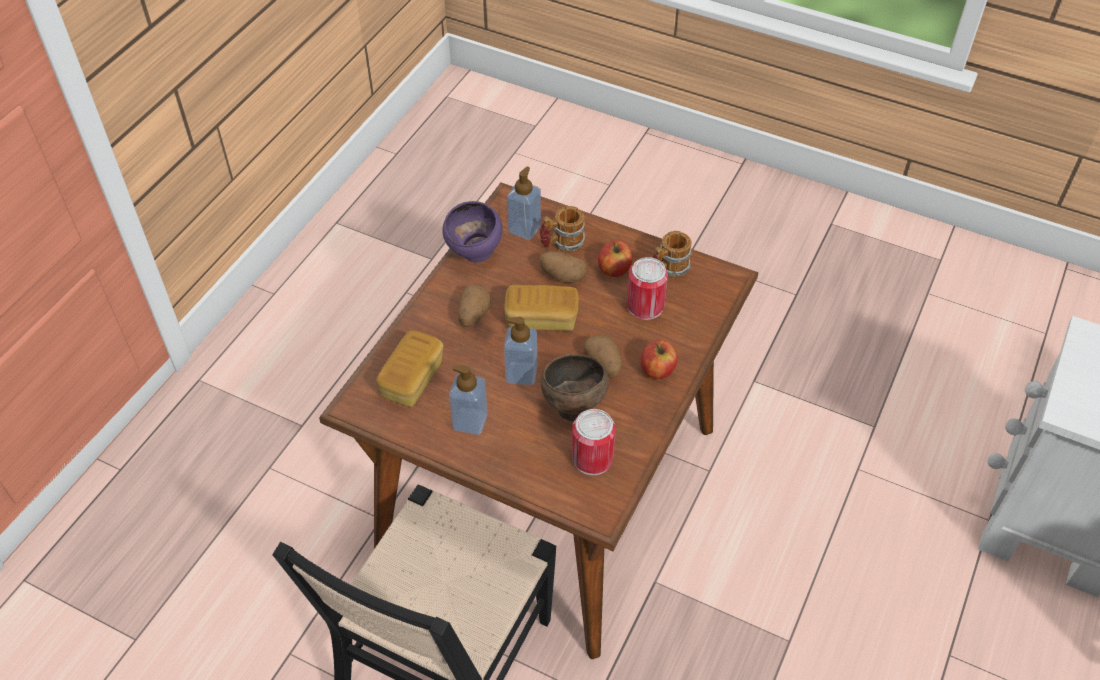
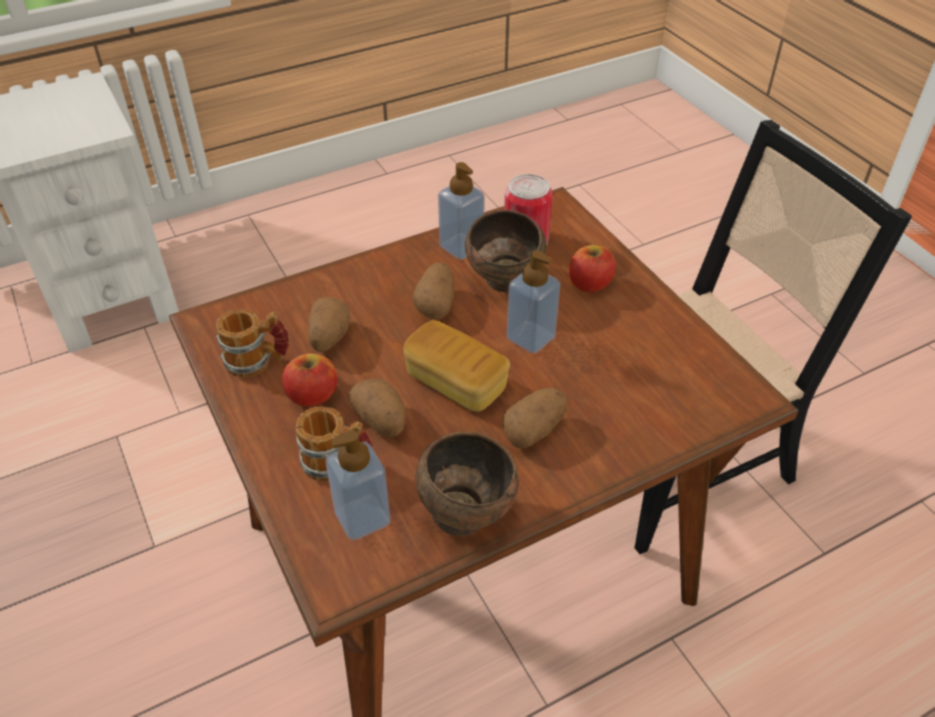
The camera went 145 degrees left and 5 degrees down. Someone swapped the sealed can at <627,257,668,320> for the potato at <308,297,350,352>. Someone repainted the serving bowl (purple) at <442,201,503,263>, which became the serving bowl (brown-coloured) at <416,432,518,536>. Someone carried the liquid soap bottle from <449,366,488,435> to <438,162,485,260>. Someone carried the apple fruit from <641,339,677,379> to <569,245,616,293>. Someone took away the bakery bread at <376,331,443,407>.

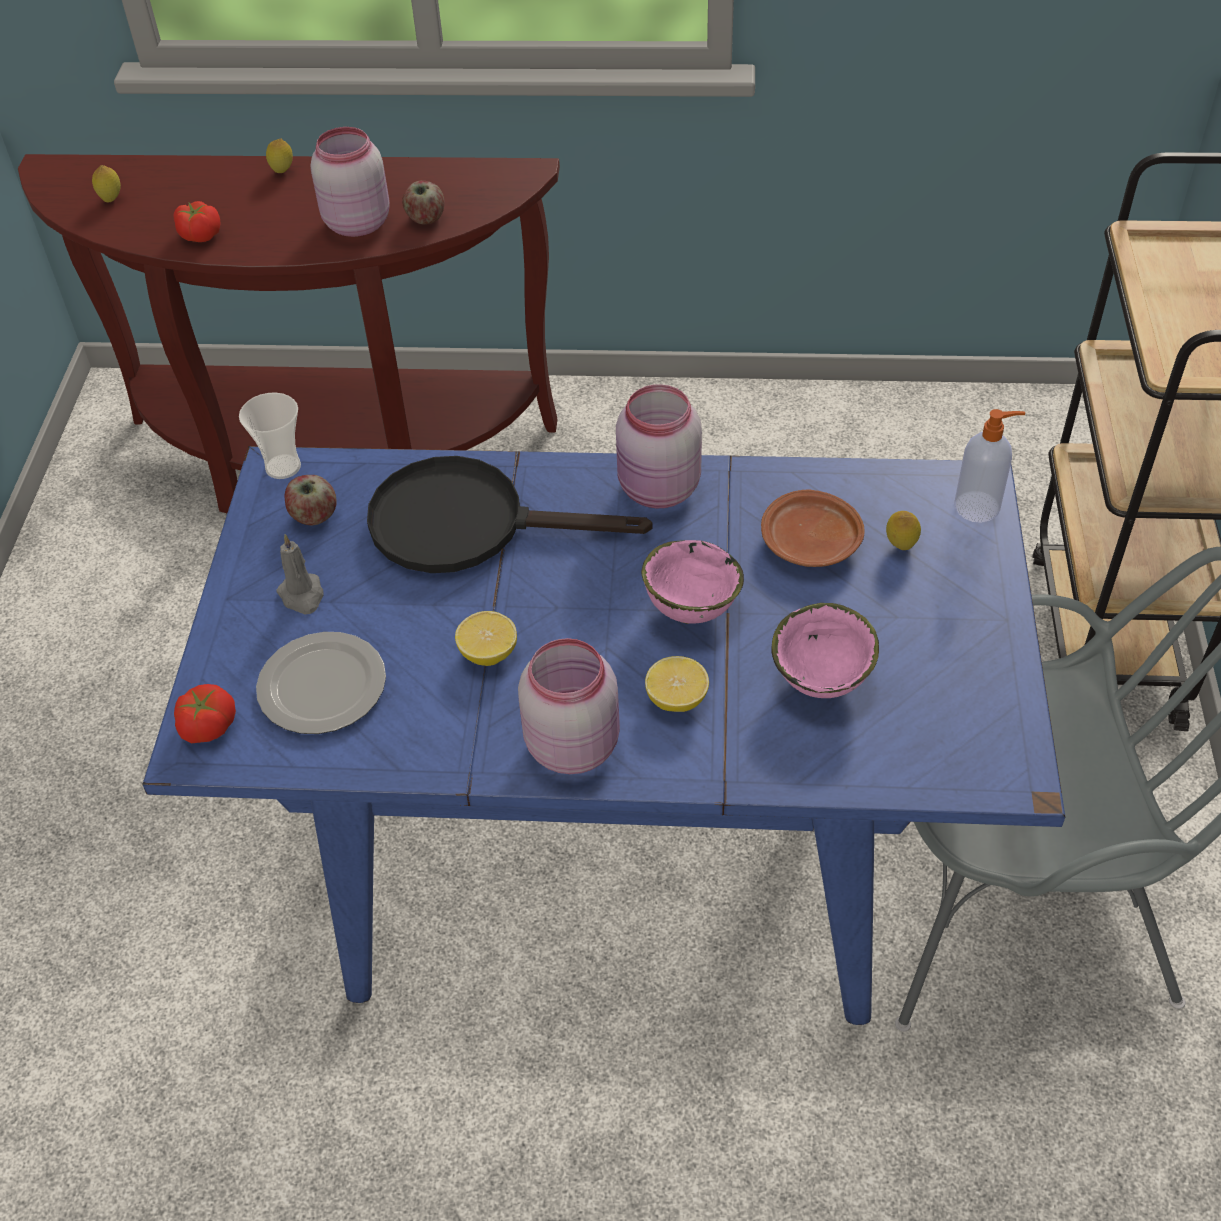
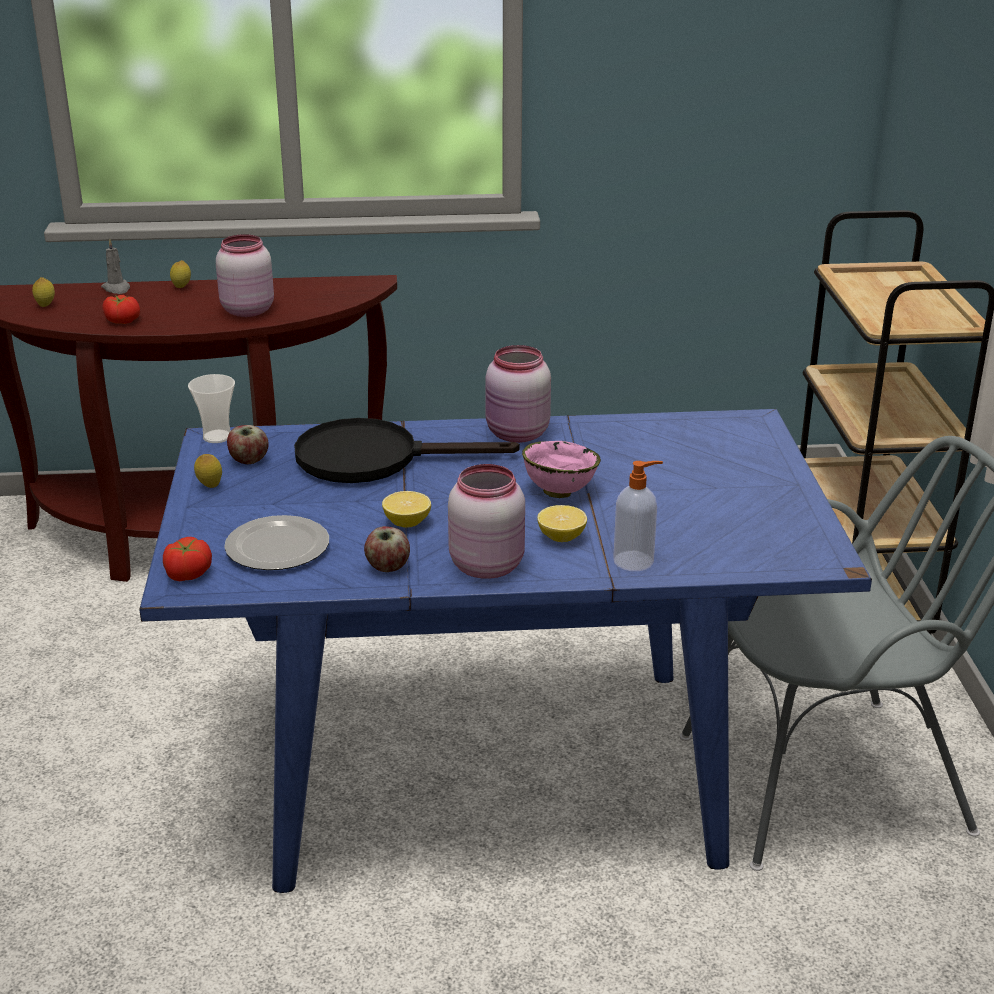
The camera went 10 degrees left and 20 degrees down. Someone carried the wax candle (greyish) from <276,534,324,615> to <101,238,130,294>. Someone carried the lemon from <886,511,921,550> to <194,454,222,488>. Someone carried the apple fruit from <402,180,445,224> to <364,526,410,572>. Someone carried the liquid soap bottle from <955,409,1025,523> to <613,461,663,571>. Someone took away the plate (brown-coloured) at <761,490,865,567>. Someone took away the serving bowl (pinkish) at <771,603,879,698>.

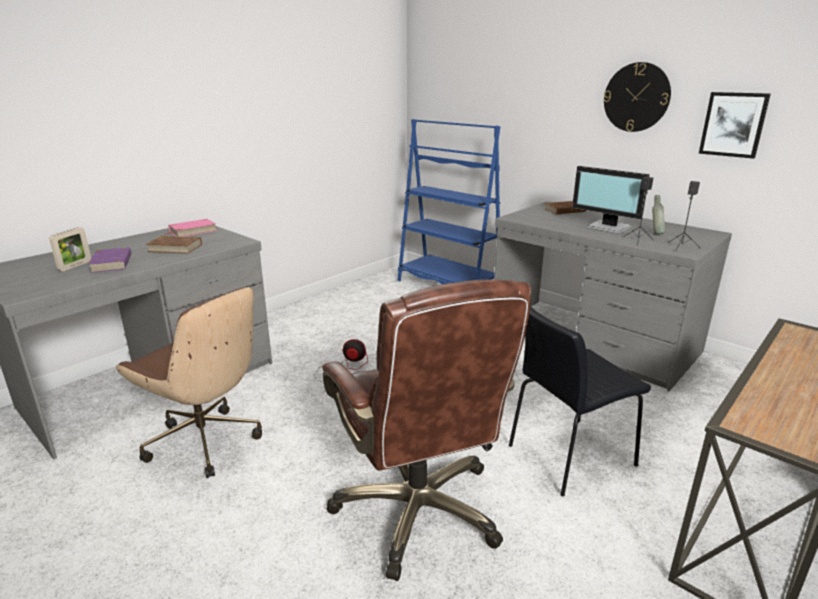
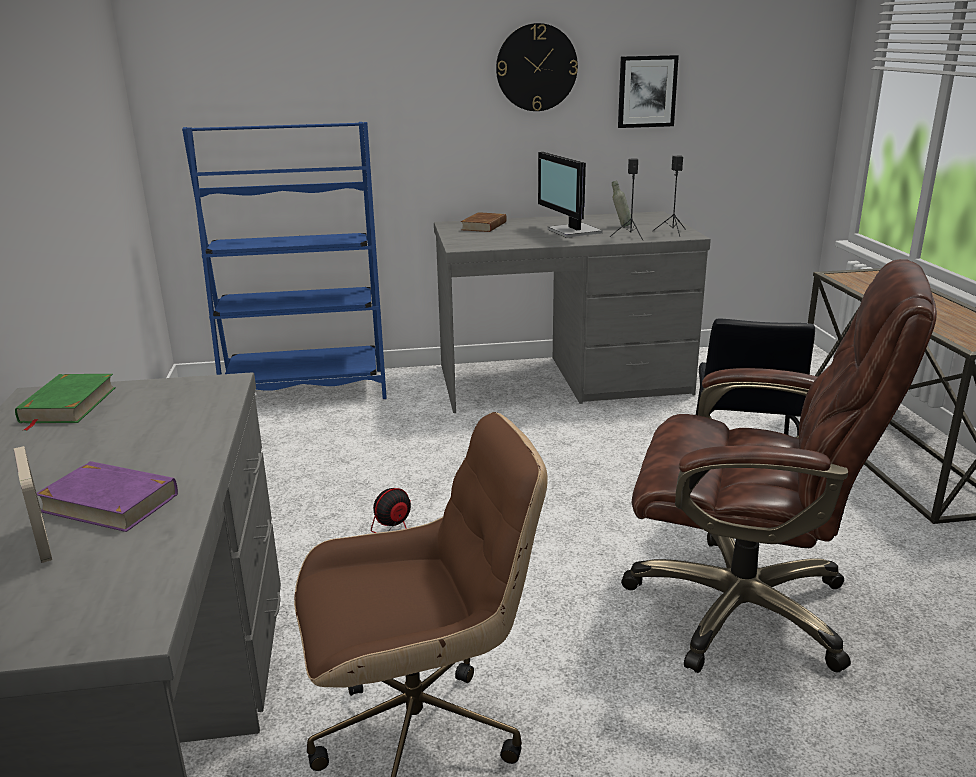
The camera went 50 degrees left and 0 degrees up. Someone repainted the bound book (pinkish) at <164,219,217,237>, which became the bound book (green) at <15,374,116,431>. Someone rotated the computer screen at <572,166,650,233> by 75 degrees clockwise. Someone took away the bound book (brown-coloured) at <146,236,202,254>.

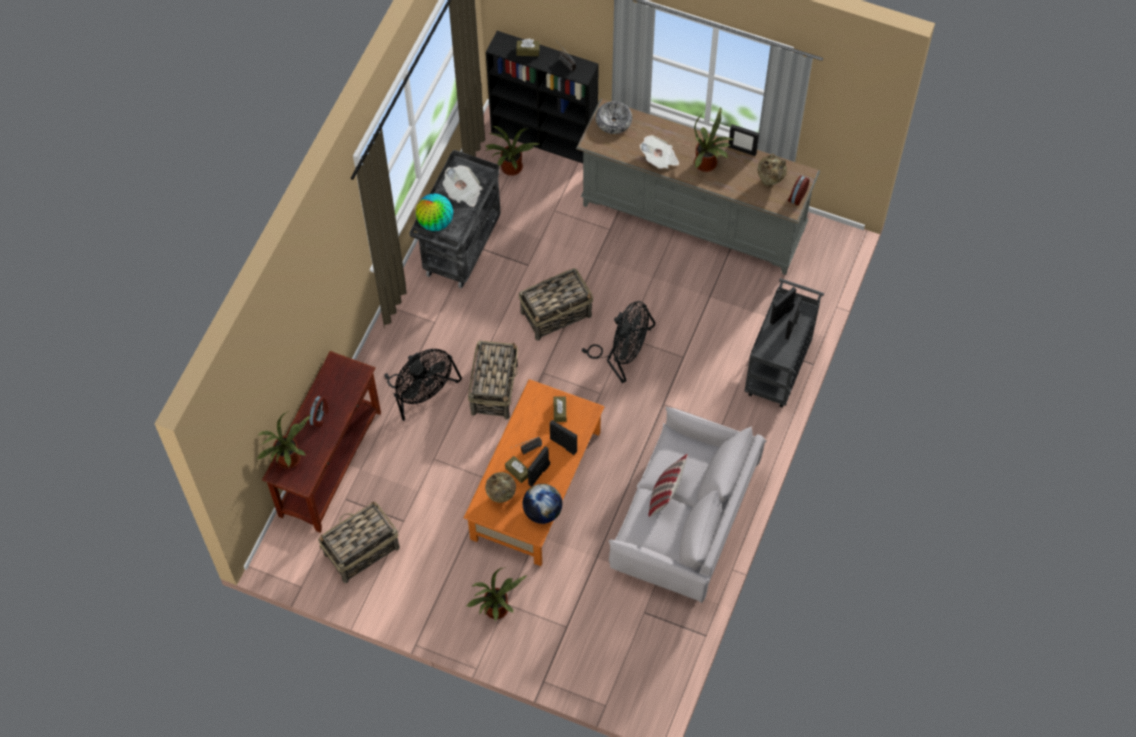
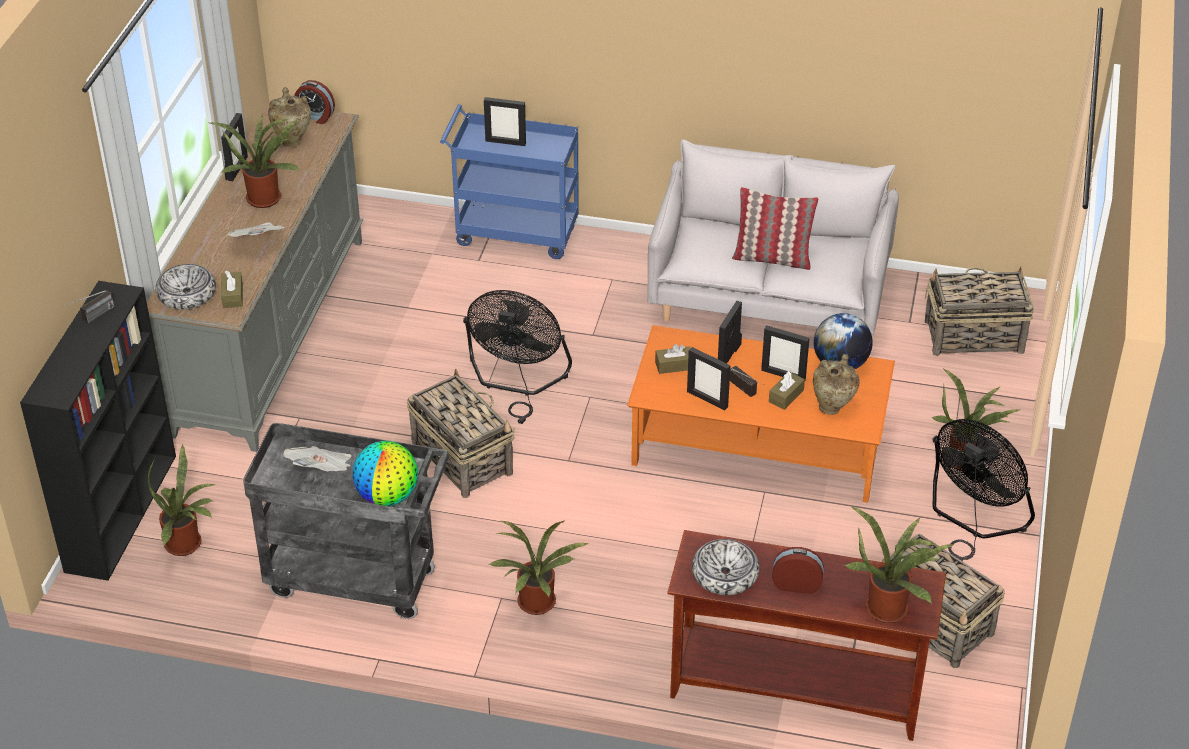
The camera went 100 degrees left and 20 degrees down. Someone carried the box of tissues (brown-coloured) from <516,39,540,56> to <221,271,243,308>. Someone repainted the wheeled cart (greyish) at <745,278,824,407>, which became the wheeled cart (blue-coloured) at <440,104,579,259>. Someone put down the houseplant at <488,520,589,615>. Someone carried the standing frame from <770,287,796,325> to <687,347,731,410>. Someone put down the serving bowl at <692,539,760,595>. Someone carried the household basket from <468,341,518,419> to <925,267,1034,356>. Someone carried the fan (black-coloured) from <384,349,462,421> to <932,419,1035,561>.

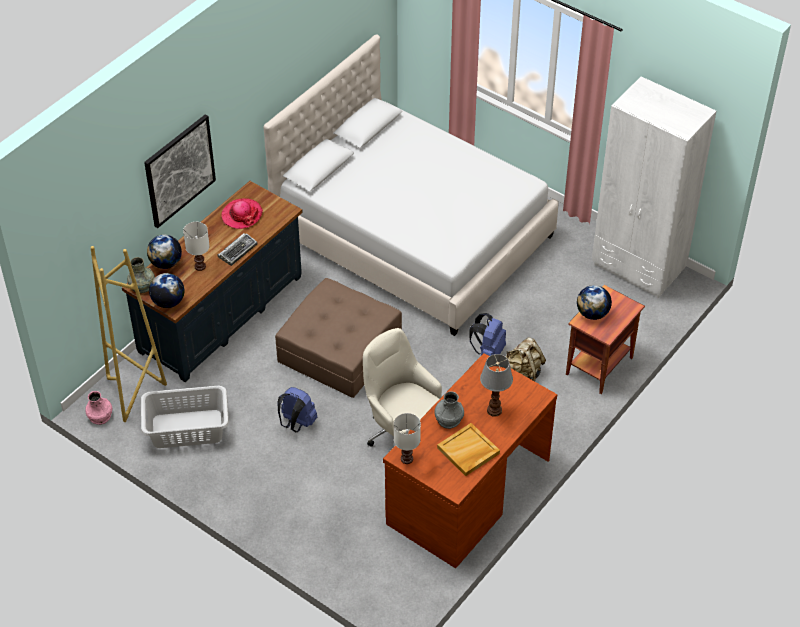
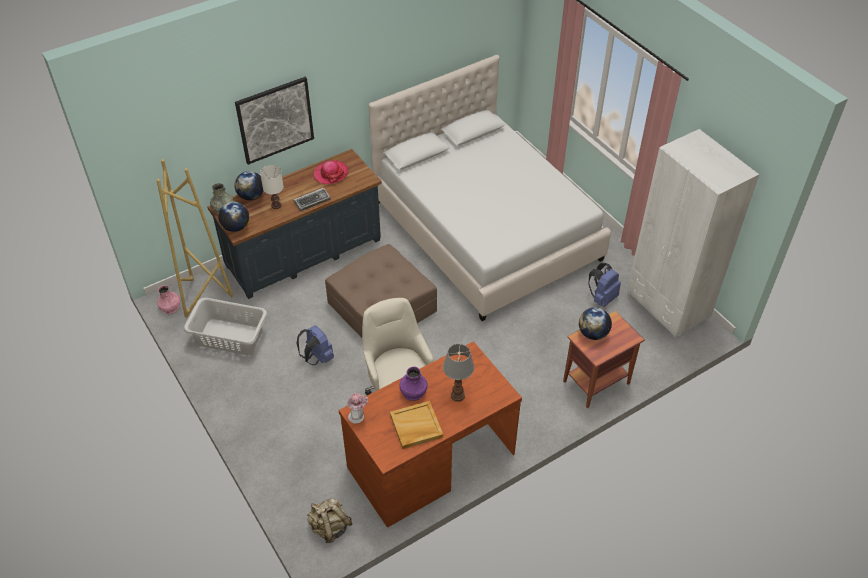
The camera went 20 degrees right and 0 degrees up. Someone carried the rucksack (beige-coloured) from <506,338,546,381> to <307,498,352,543>. Someone swapped the tabletop lamp (white) at <394,413,421,464> for the hat at <347,393,368,424>. Someone repainted the flower vase (greyish) at <434,391,464,429>, which became the flower vase (purple) at <399,367,428,401>. Someone carried the rucksack (blue-coloured) from <469,313,506,356> to <588,263,621,307>.

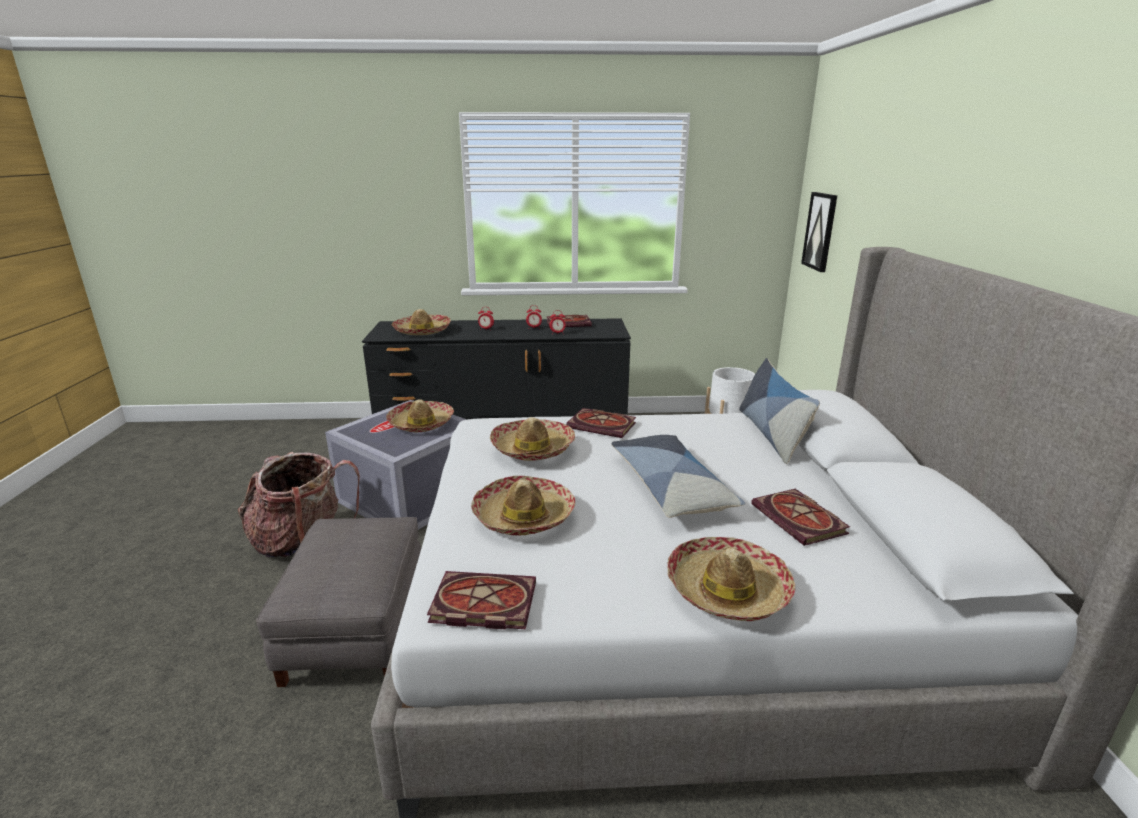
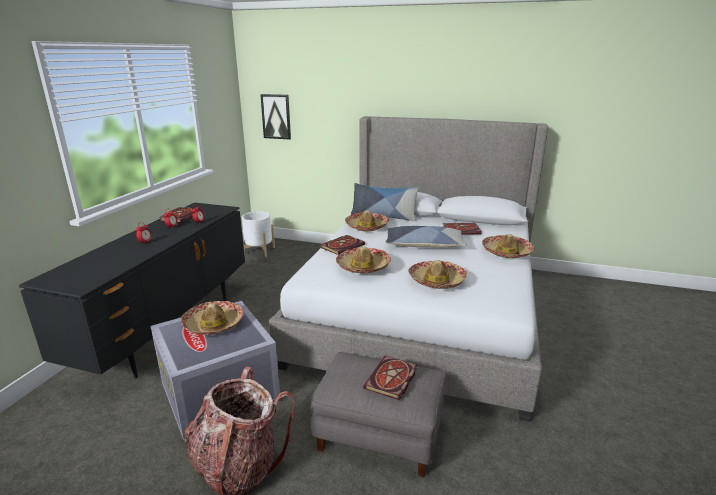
The camera went 70 degrees left and 0 degrees up. Someone carried the hat from <392,309,451,335> to <345,210,389,231>. Someone carried the bound book from <427,571,536,629> to <363,356,417,400>.

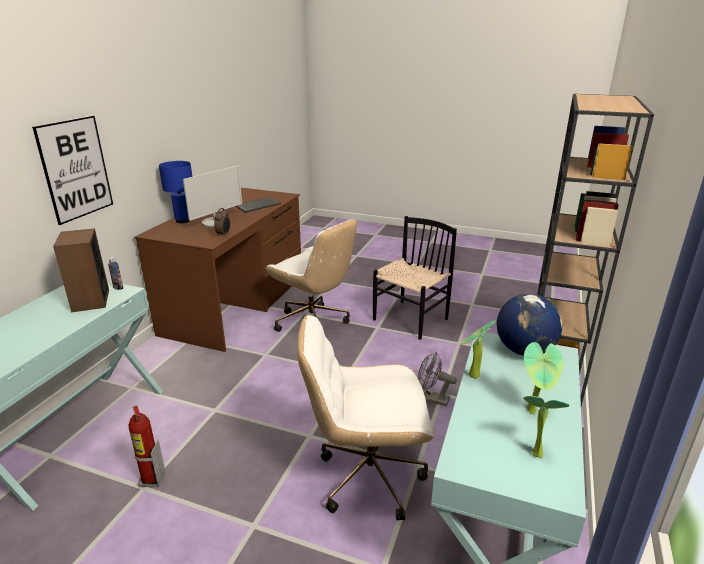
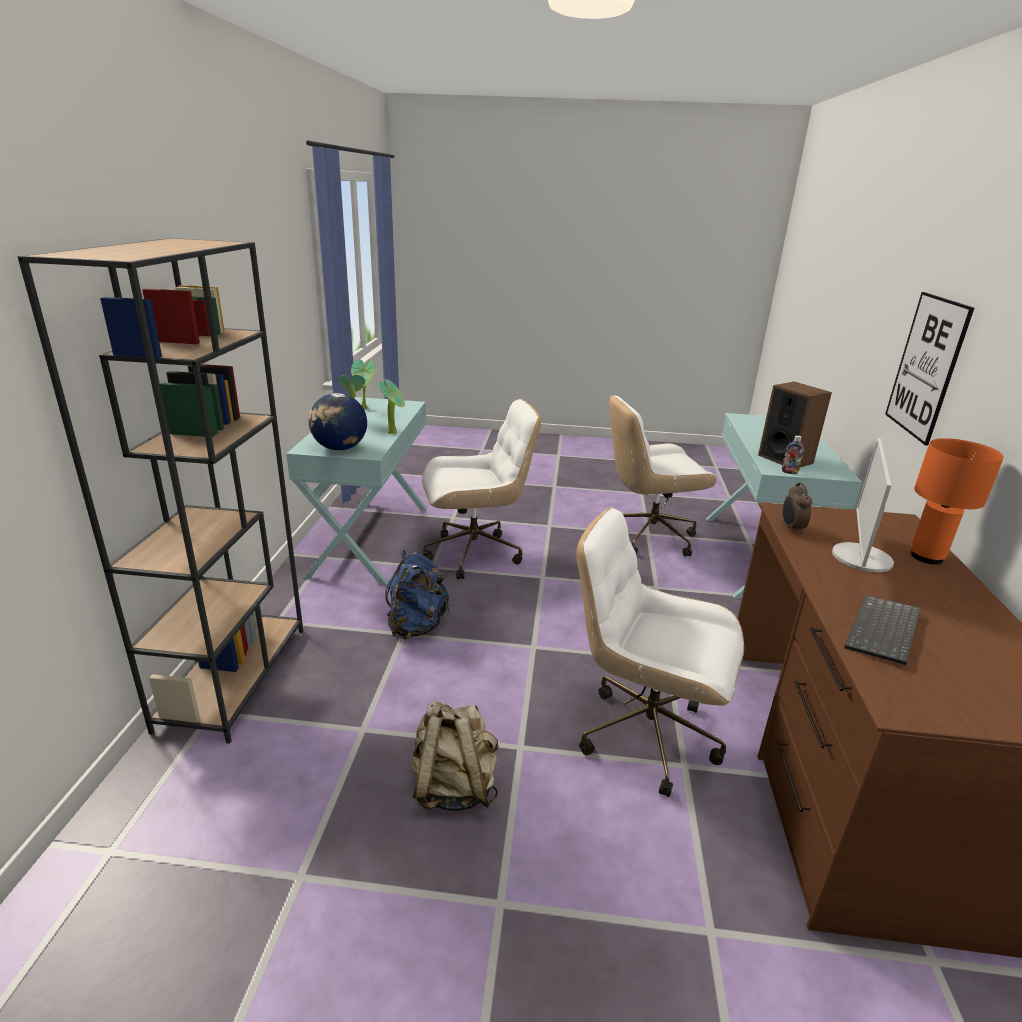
The camera went 165 degrees right and 0 degrees up. Someone swapped the fan (greyish) at <418,351,457,406> for the rucksack (blue-coloured) at <385,550,449,639>. Someone swapped the upright chair (black-coloured) at <373,216,457,340> for the rucksack (beige-coloured) at <411,701,499,811>. Someone swapped the fire-fighting cylinder at <129,406,166,487> for the desk chair (white) at <609,395,716,556>. Someone repainted the tabletop lamp (blue-coloured) at <159,161,193,223>, which became the tabletop lamp (orange-coloured) at <911,438,1004,565>.

